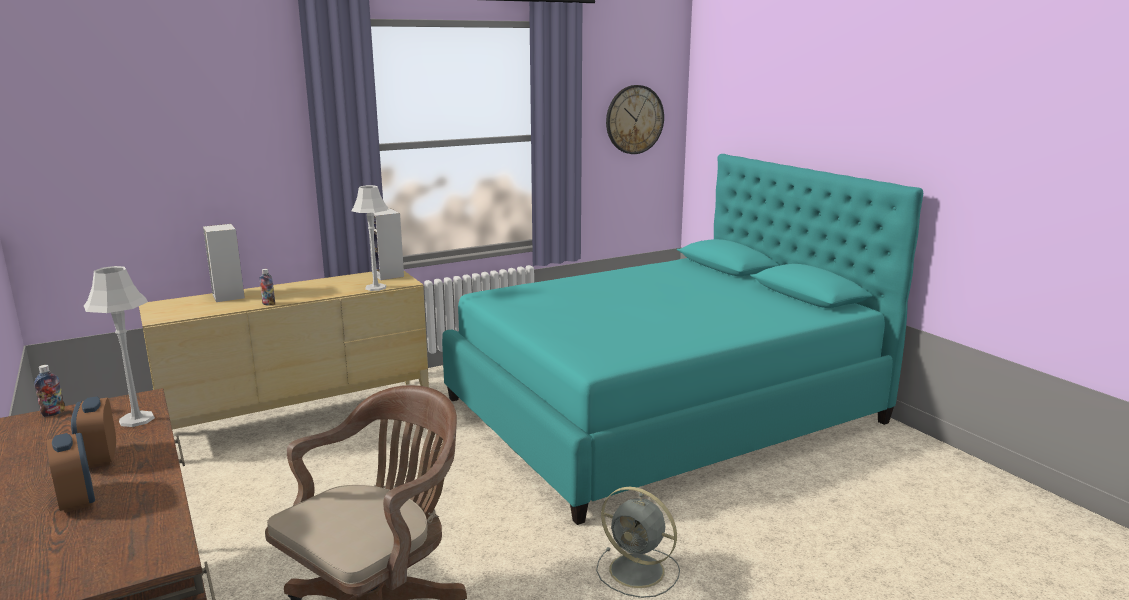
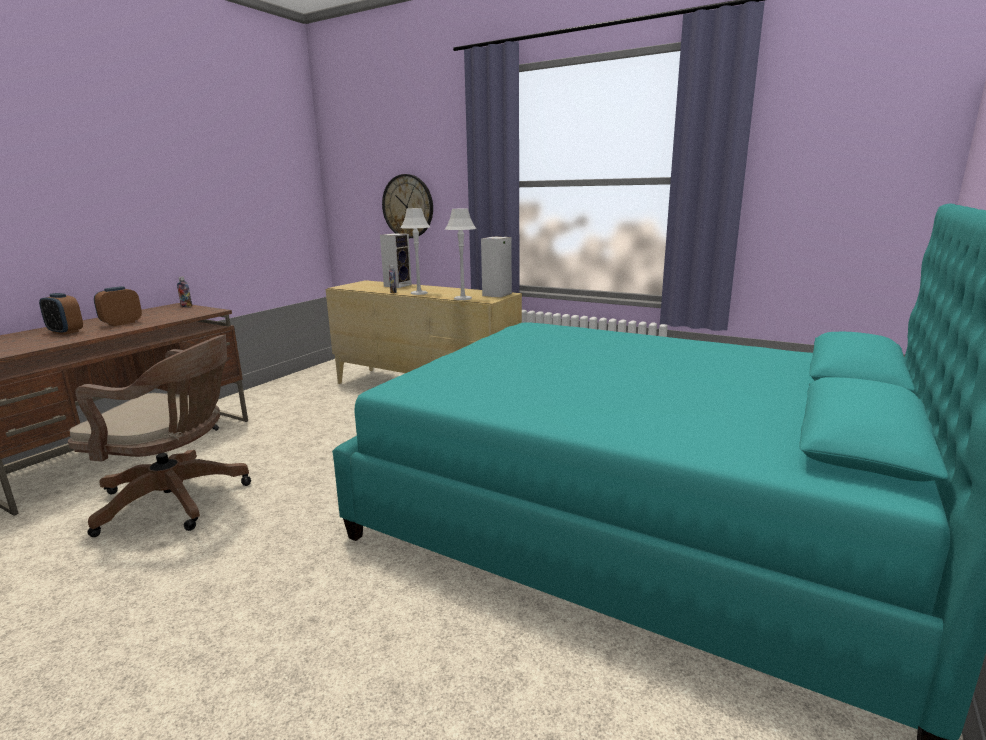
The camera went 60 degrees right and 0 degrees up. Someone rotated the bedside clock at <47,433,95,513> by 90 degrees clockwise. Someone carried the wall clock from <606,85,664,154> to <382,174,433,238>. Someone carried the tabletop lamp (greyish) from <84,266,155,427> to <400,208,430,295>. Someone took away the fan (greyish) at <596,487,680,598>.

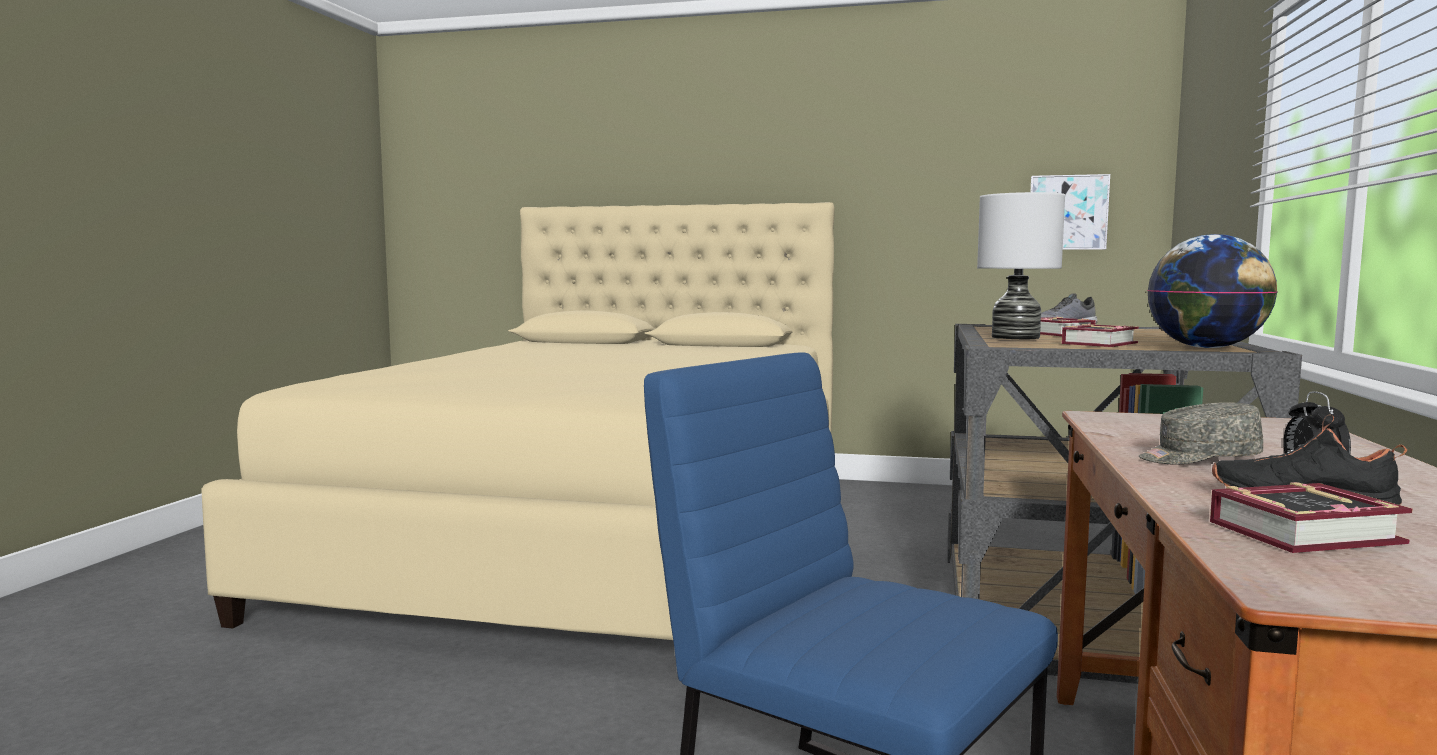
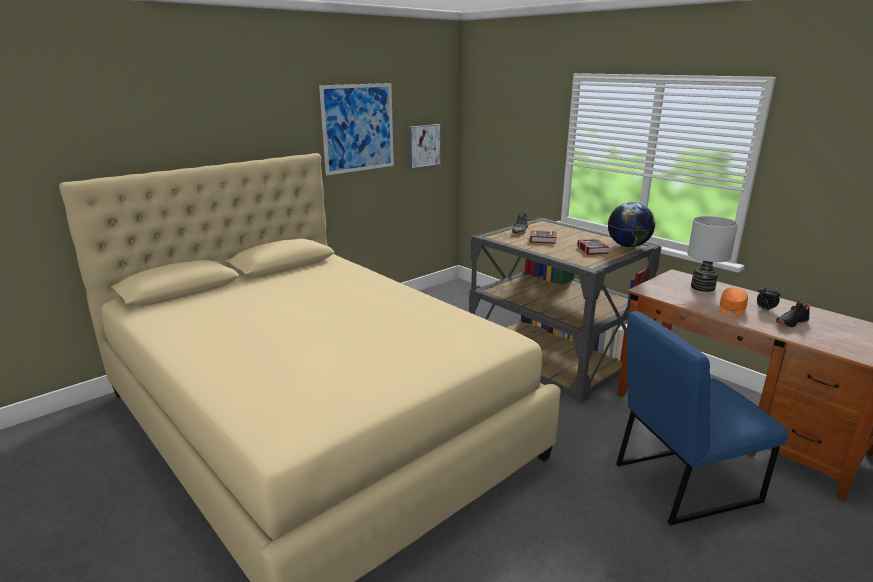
The camera went 55 degrees left and 15 degrees up. Someone put up the wall picture at <319,83,394,175>. Someone carried the tabletop lamp (greyish) from <977,192,1065,339> to <688,216,738,292>. Someone repainted the cap (greyish) at <1138,402,1263,464>, which became the cap (orange-coloured) at <719,288,748,317>. Someone took away the bound book at <1210,482,1413,553>.

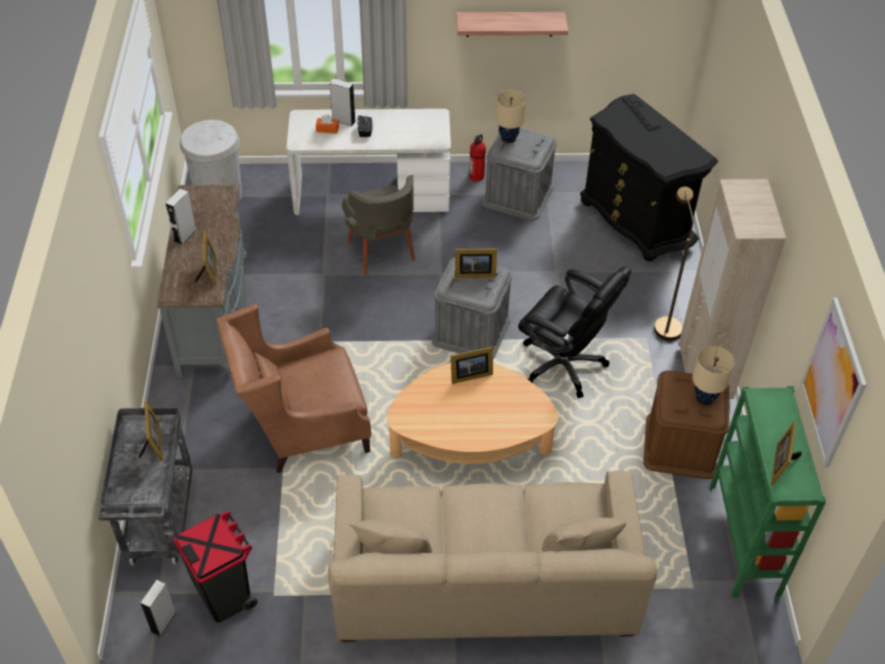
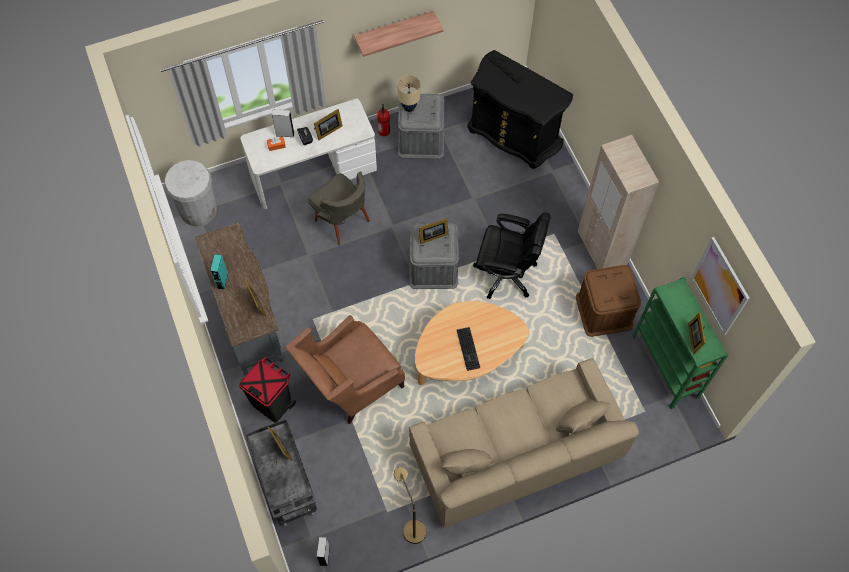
The camera went 20 degrees left and 15 degrees up. Someone repainted the loudspeaker (greyish) at <165,188,196,245>, which became the loudspeaker (blue-green) at <210,254,228,290>. Someone carried the rubbish bin (black-coloured) from <174,511,258,623> to <239,357,296,422>. Someone carried the standing frame from <451,347,493,384> to <314,109,343,140>. Someone carried the floor lamp (brown-coloured) from <654,187,694,341> to <394,467,426,544>. Someone put down the computer keyboard at <457,327,480,371>. Someone took away the tabletop lamp (beige-coloured) at <692,346,735,405>.

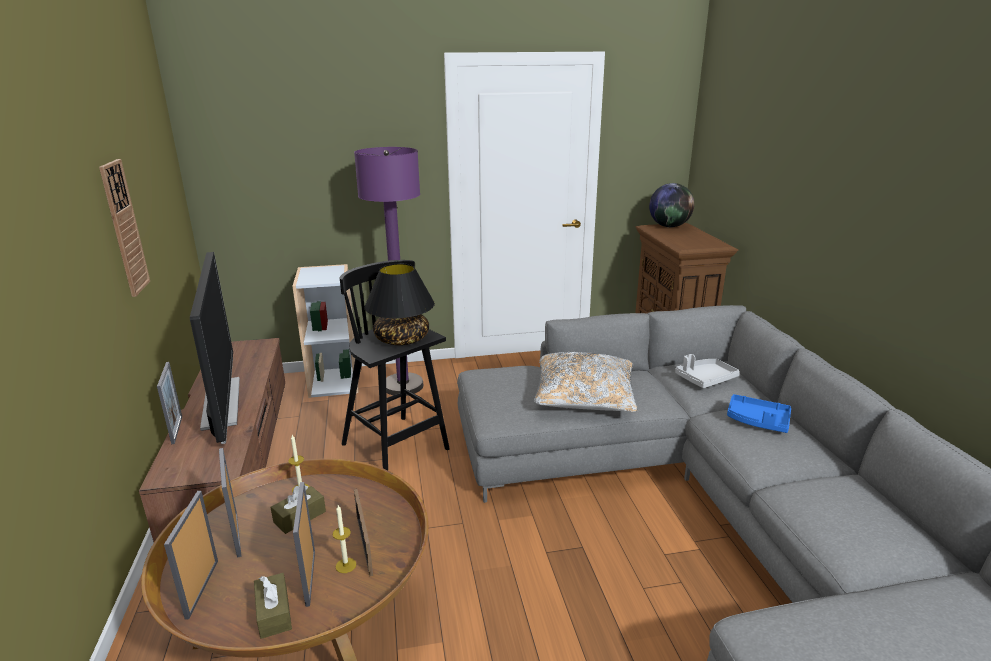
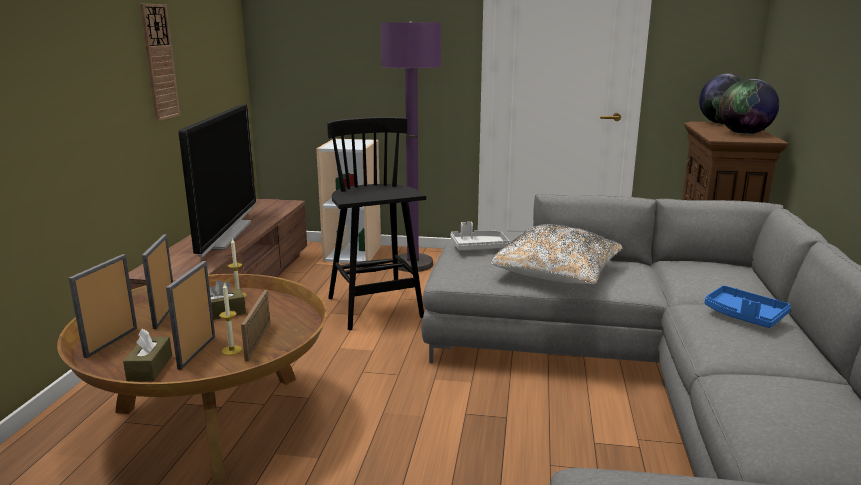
The camera went 20 degrees right and 5 degrees down. Someone carried the tray (greyish) from <675,354,740,388> to <450,222,510,251>. Someone put down the world globe at <719,79,779,134>. Someone took away the standing frame at <157,362,182,444>. Someone took away the tabletop lamp (black-coloured) at <364,263,435,345>.

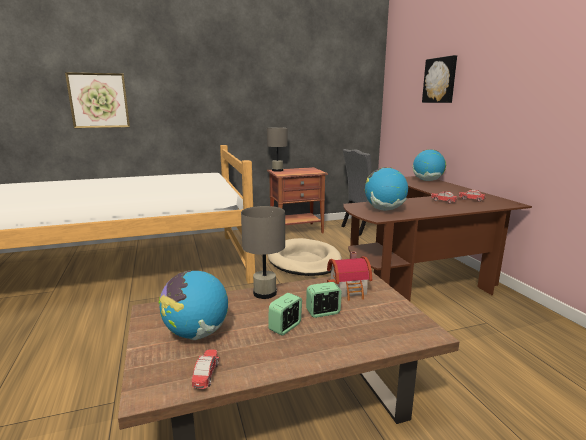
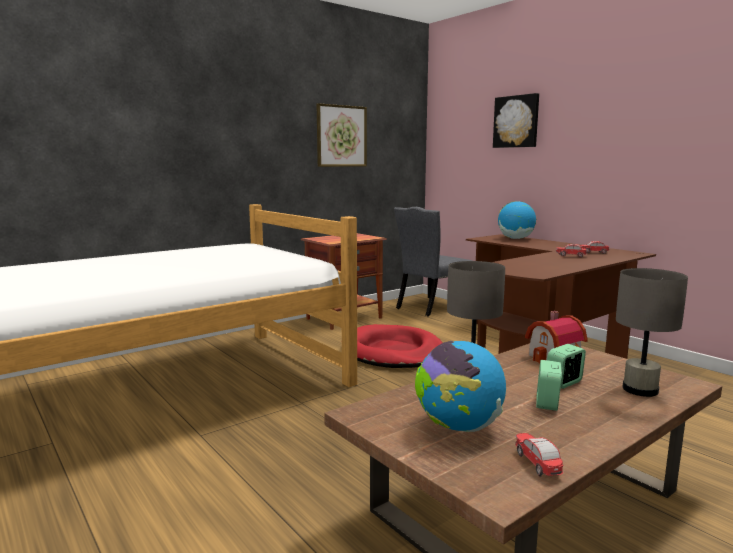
The camera went 20 degrees left and 5 degrees down. Someone carried the wall picture from <65,72,130,128> to <317,103,367,167>. Someone repainted the dog bed (beige-coloured) at <268,238,342,276>, which became the dog bed (reddish) at <357,324,443,368>. Someone carried the tabletop lamp (greyish) from <267,127,288,172> to <616,268,688,397>. Someone took away the world globe at <365,167,408,211>.

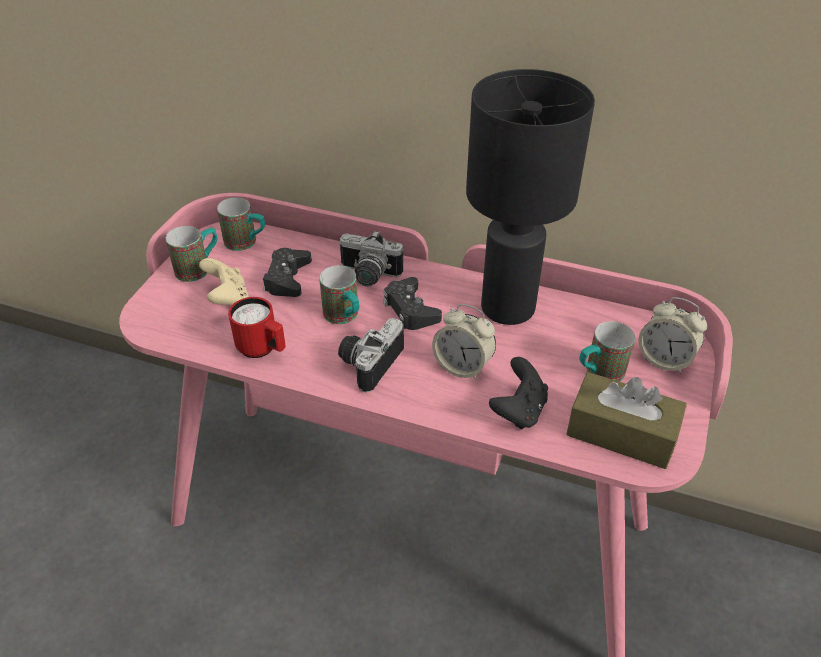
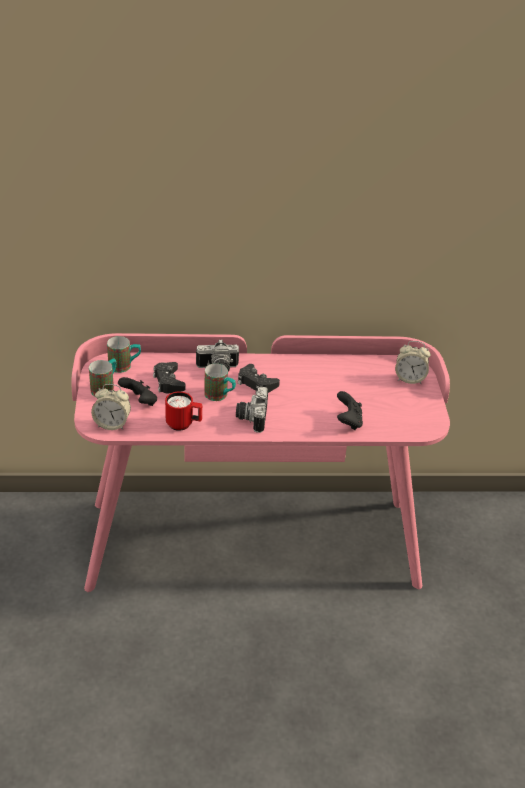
The camera went 25 degrees left and 5 degrees down. Someone carried the bedside clock from <432,304,496,380> to <91,384,131,430>. Someone repainted the gamepad (beige-coloured) at <199,258,249,305>, which became the gamepad (black-coloured) at <118,377,157,406>. Someone took away the tabletop lamp (black-coloured) at <466,69,595,325>. Someone took away the box of tissues (brown-coloured) at <566,372,687,469>. Someone took away the coffee mug at <579,321,635,382>.

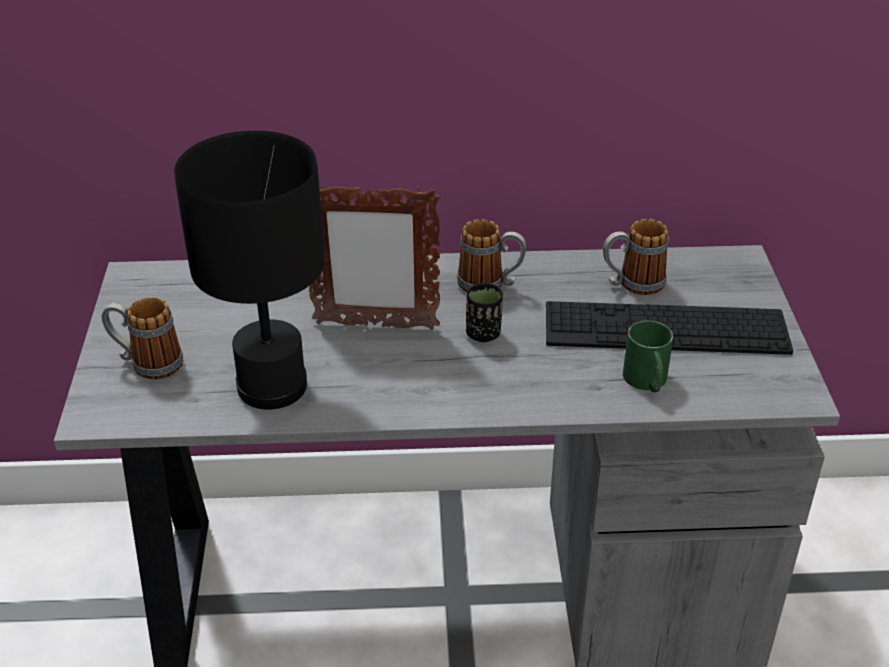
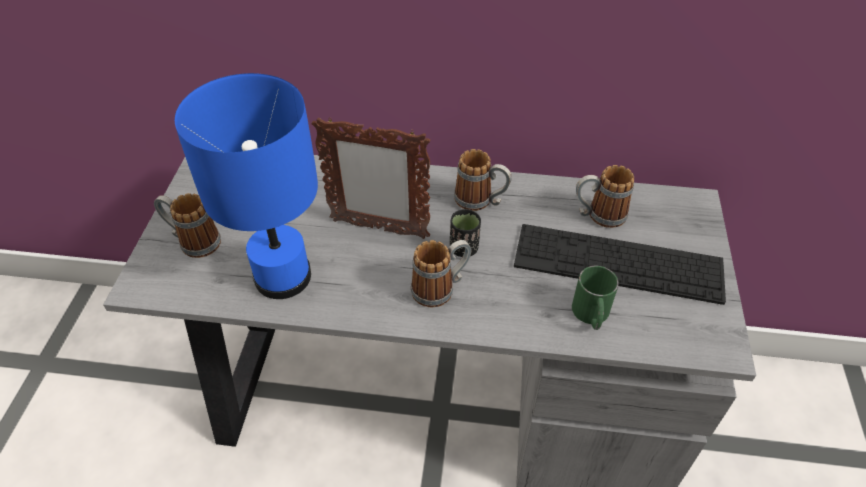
The camera went 10 degrees right and 10 degrees up. Someone repainted the tabletop lamp (black-coloured) at <174,131,324,410>, which became the tabletop lamp (blue-coloured) at <175,73,318,299>. Someone put down the coffee mug at <411,240,471,307>.

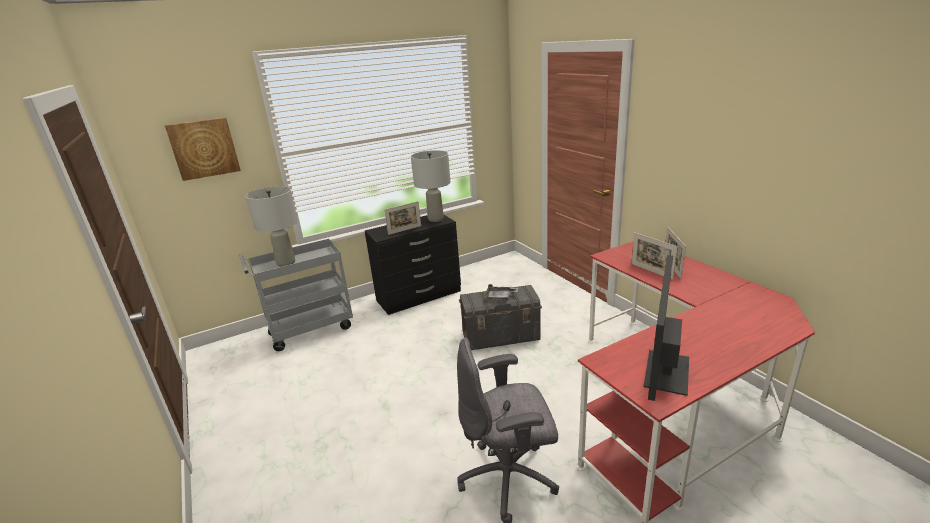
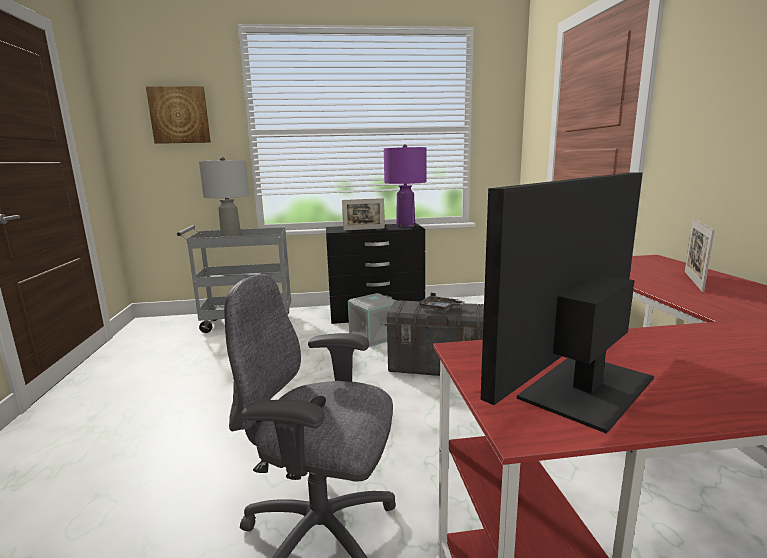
The camera went 20 degrees right and 10 degrees down. Someone put down the storage box (greyish) at <348,293,395,347>. Someone repainted the tabletop lamp (greyish) at <411,150,450,222>, which became the tabletop lamp (purple) at <384,144,426,228>. Someone took away the standing frame at <631,232,678,280>.

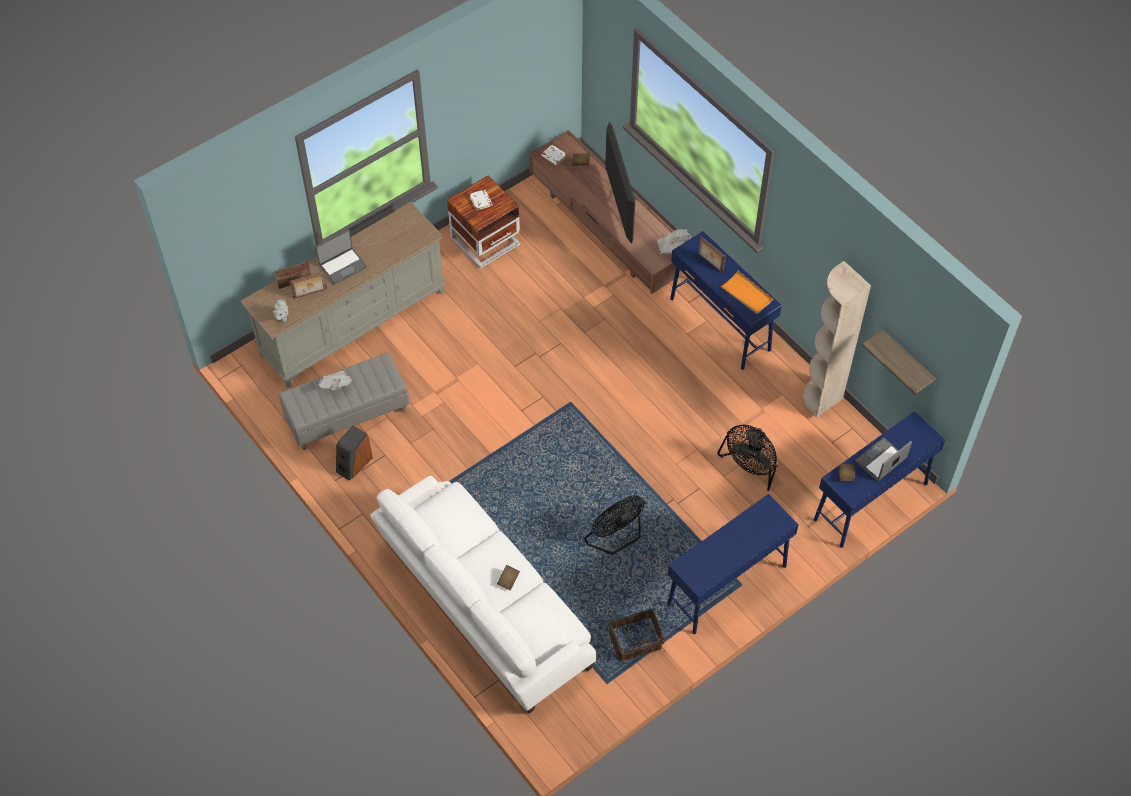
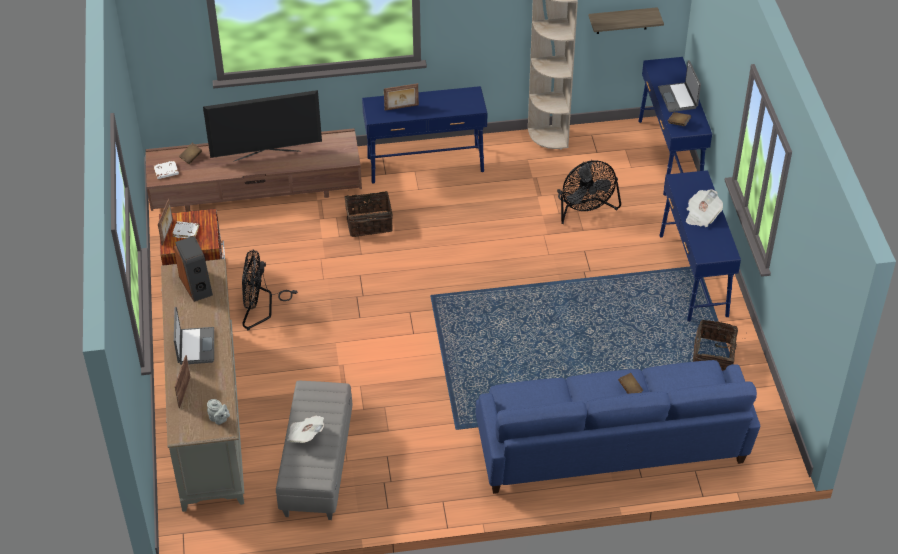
The camera went 60 degrees left and 10 degrees down. Someone carried the standing frame from <290,272,327,299> to <158,198,173,245>. Someone carried the loudspeaker from <336,425,373,481> to <174,236,213,302>. Someone rotated the television at <605,122,635,244> by 150 degrees clockwise. Someone carried the fan (black-coloured) from <584,495,655,558> to <242,249,297,330>. Someone put down the household basket at <344,190,393,237>. Someone repainted the couch (white) at <370,476,596,714>, which became the couch (blue-coloured) at <476,360,760,494>. Someone carried the newspaper from <657,229,691,254> to <686,189,723,227>. Someone took away the tray (orange-coloured) at <720,270,773,314>.

